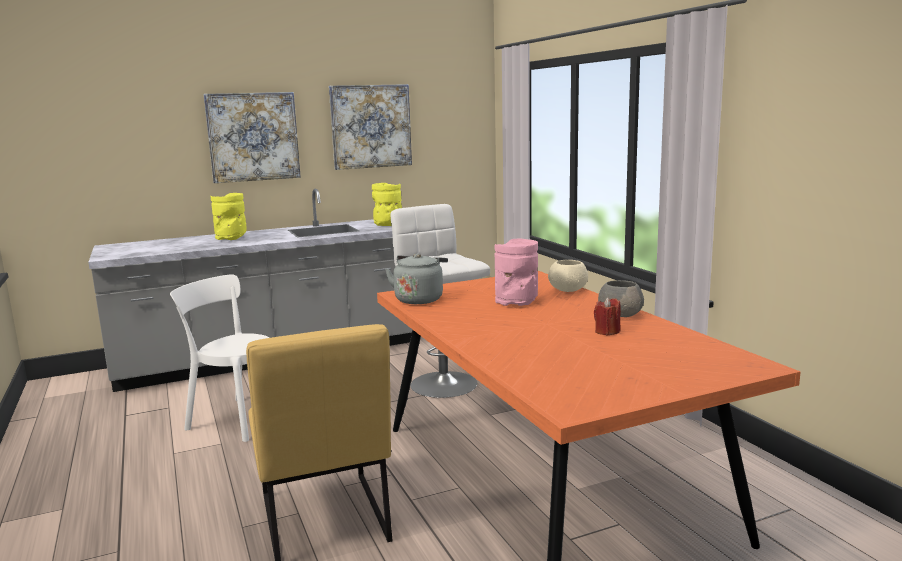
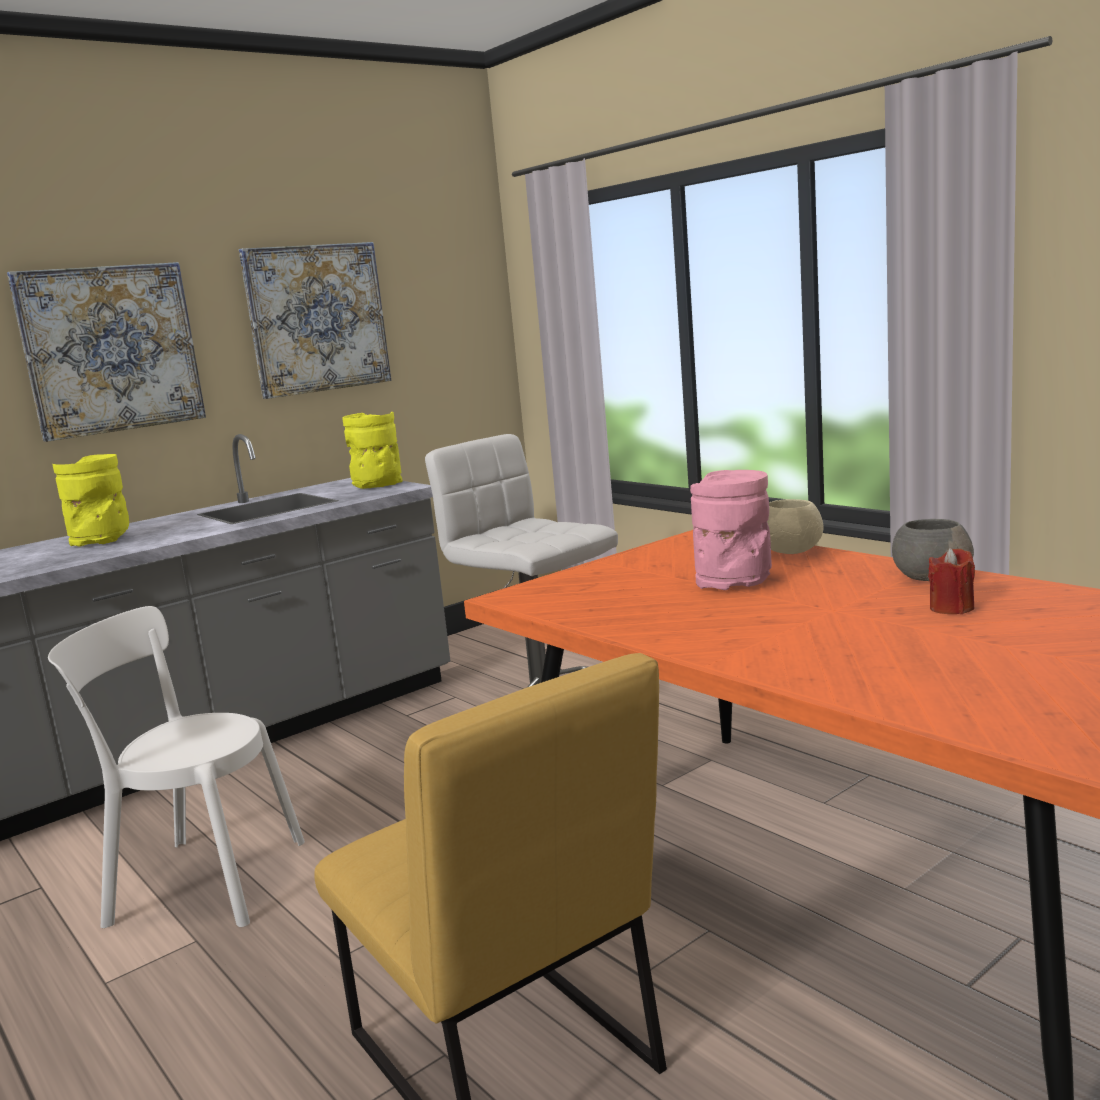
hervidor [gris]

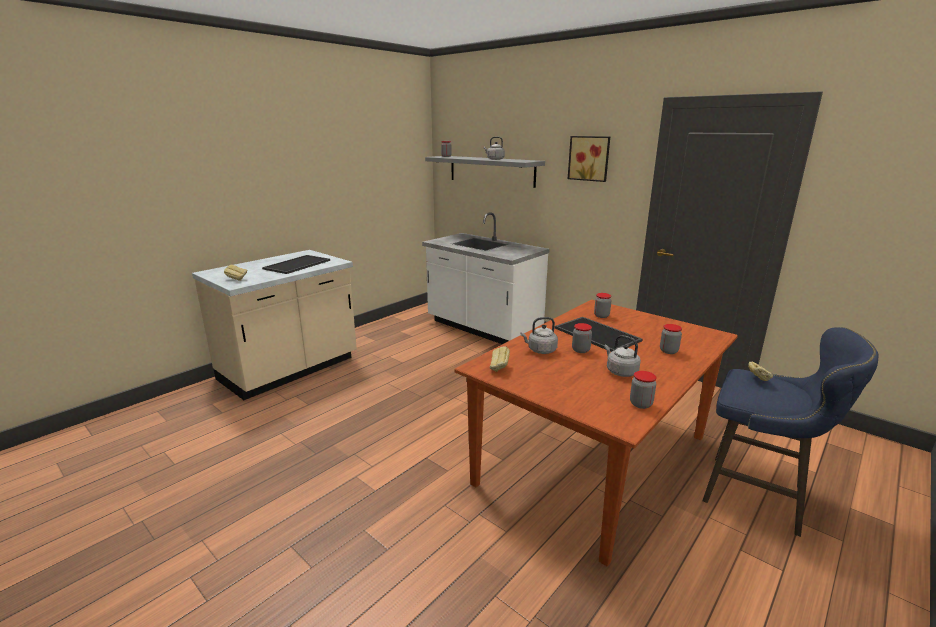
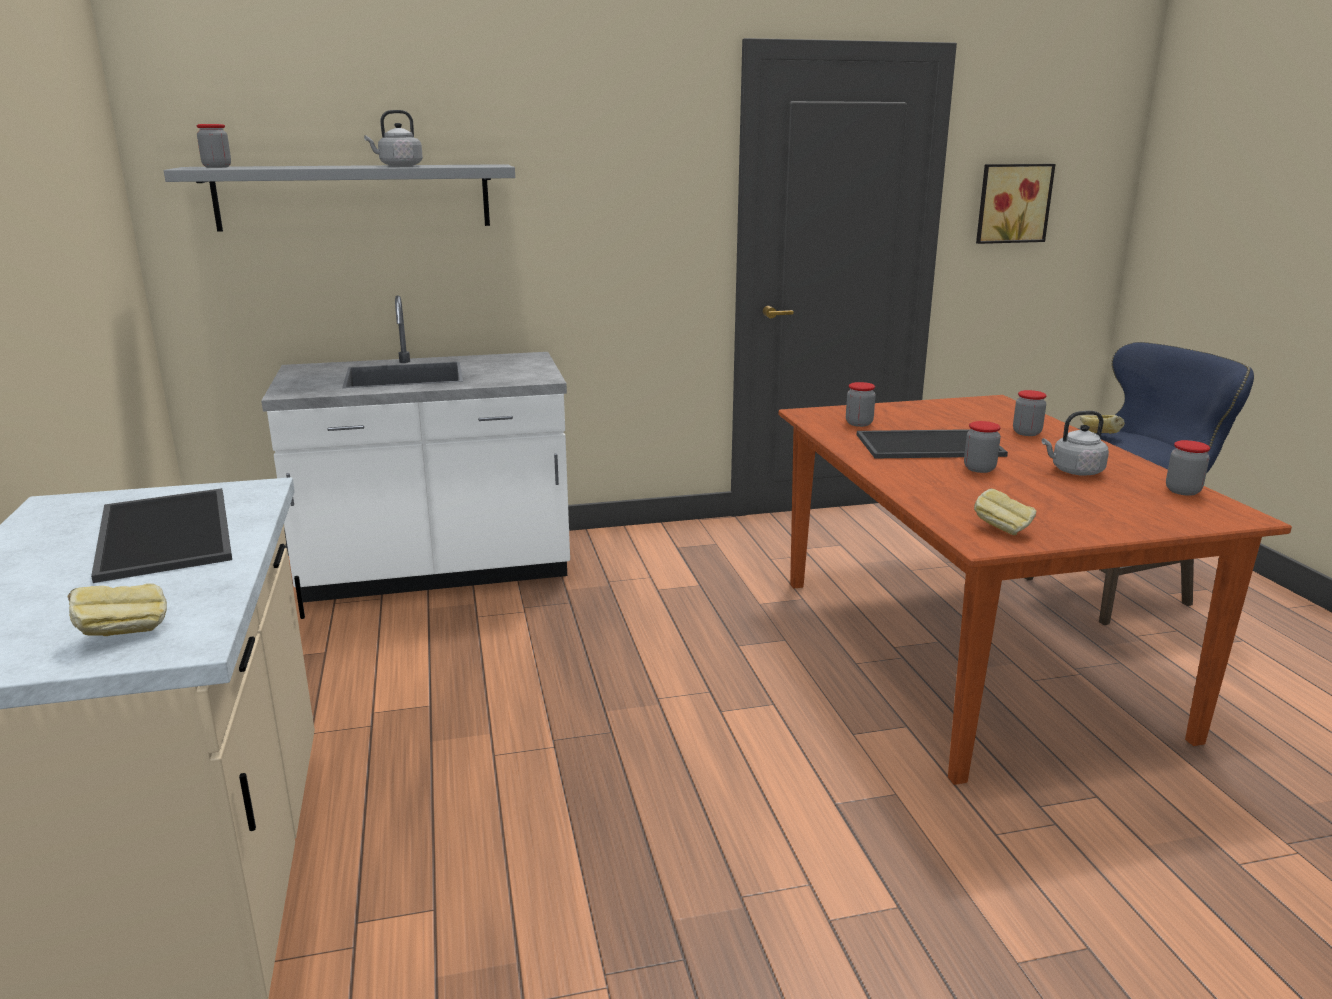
hervidor [gris] (2nd from left in the first image); cuadro

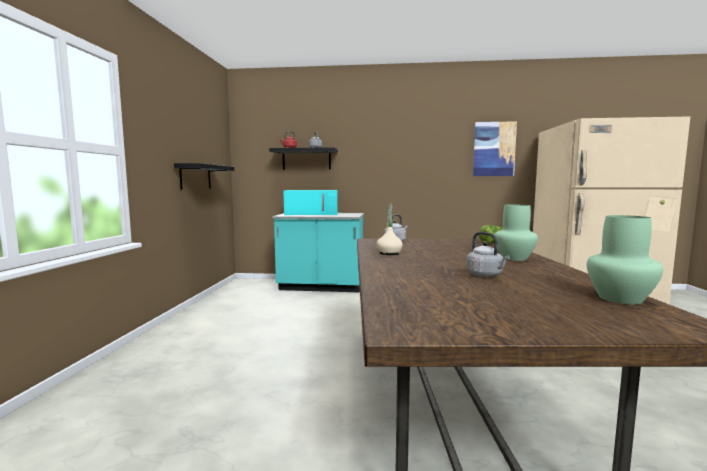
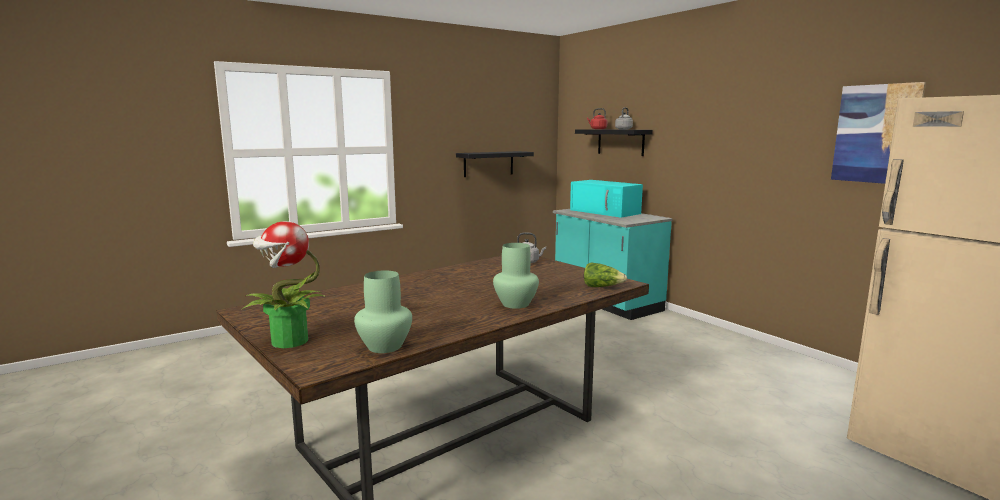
botella [beis]; hervidor [gris] (3rd from left in the first image); planta en maceta

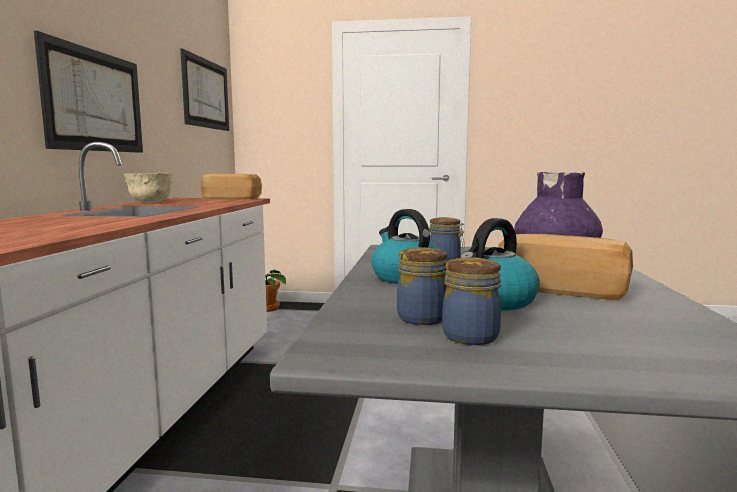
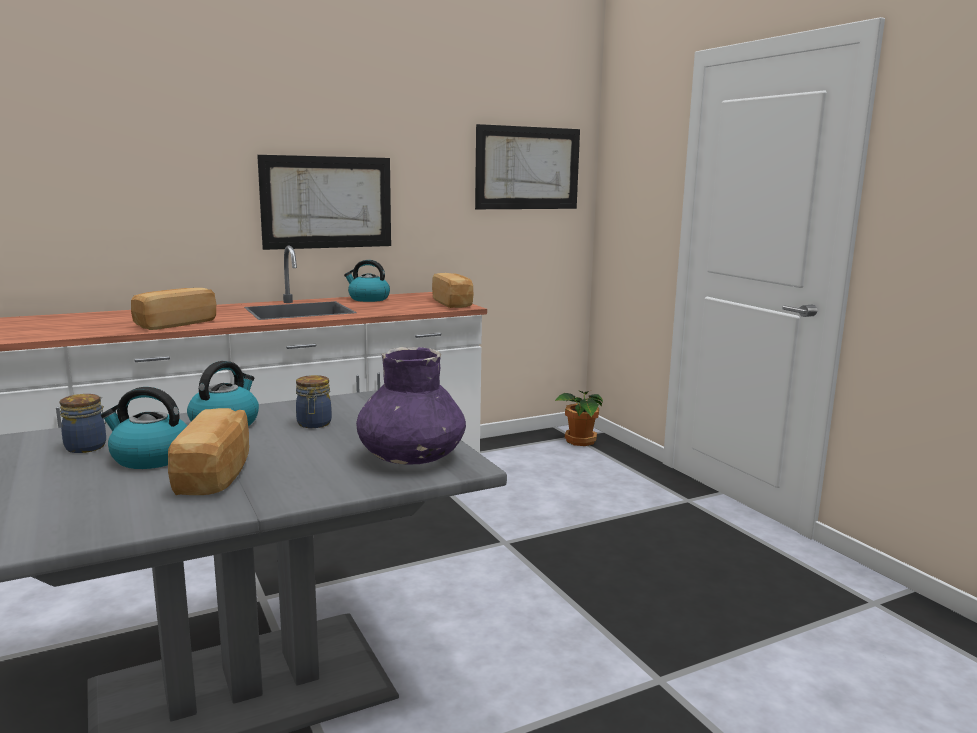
tarro (3rd from left in the first image); pan (1st from left); hervidor (3rd from left)

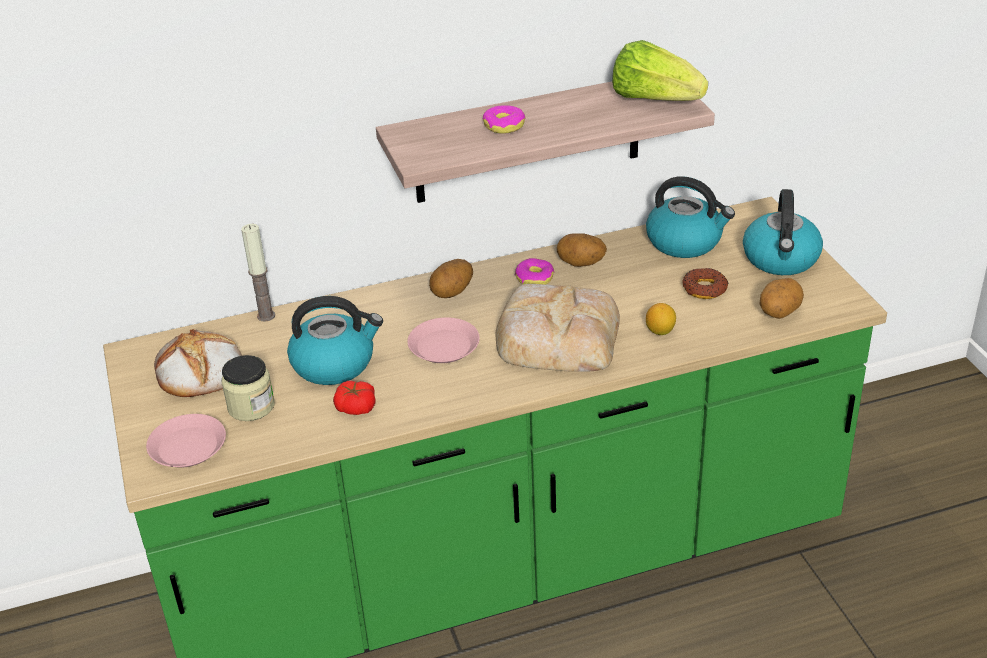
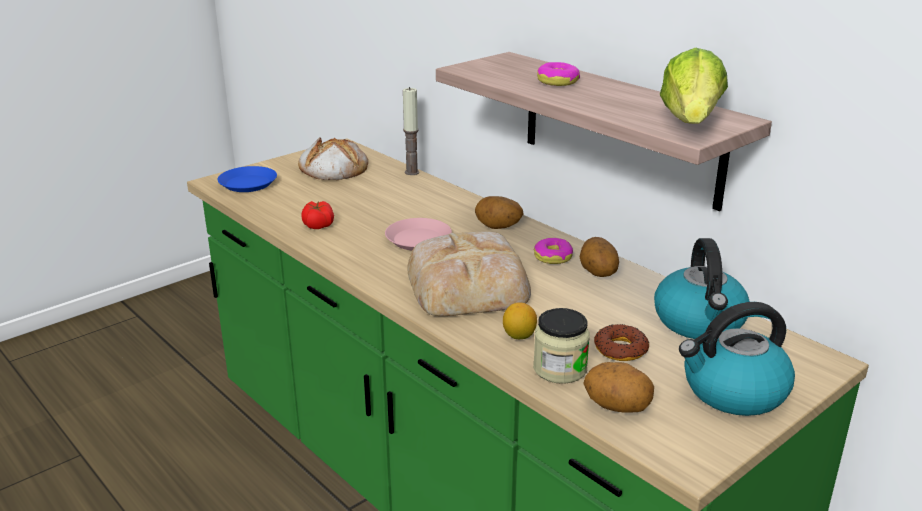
hervidor (1st from left in the first image); tarro; plato [azul]

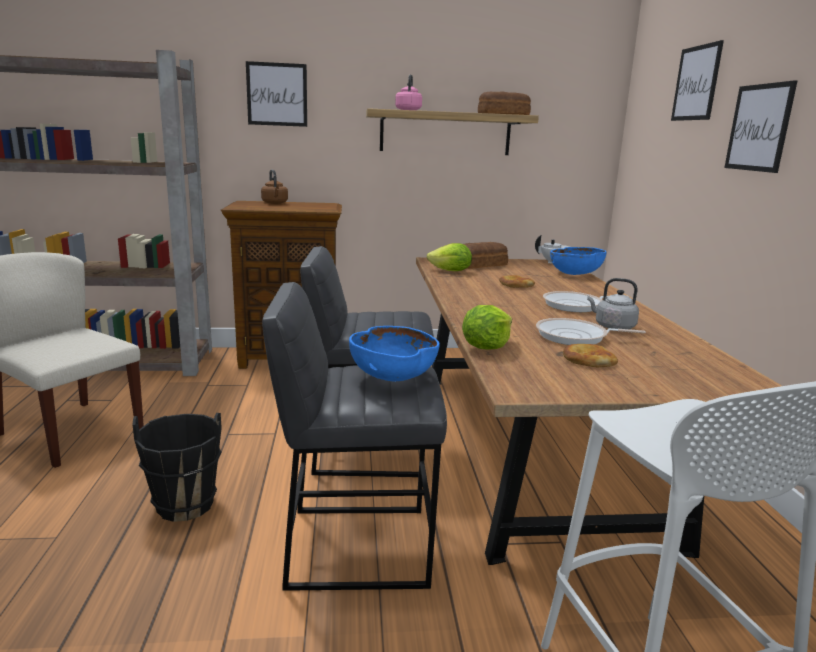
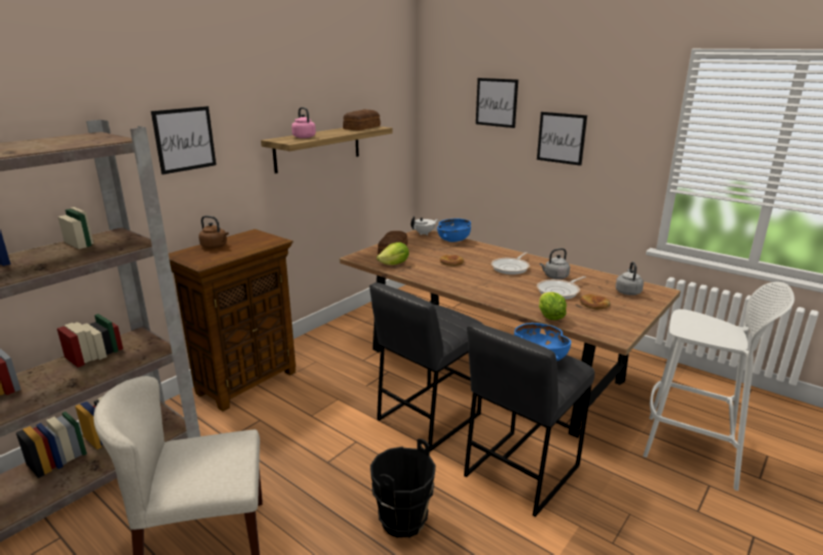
hervidor [gris] (2nd from left)

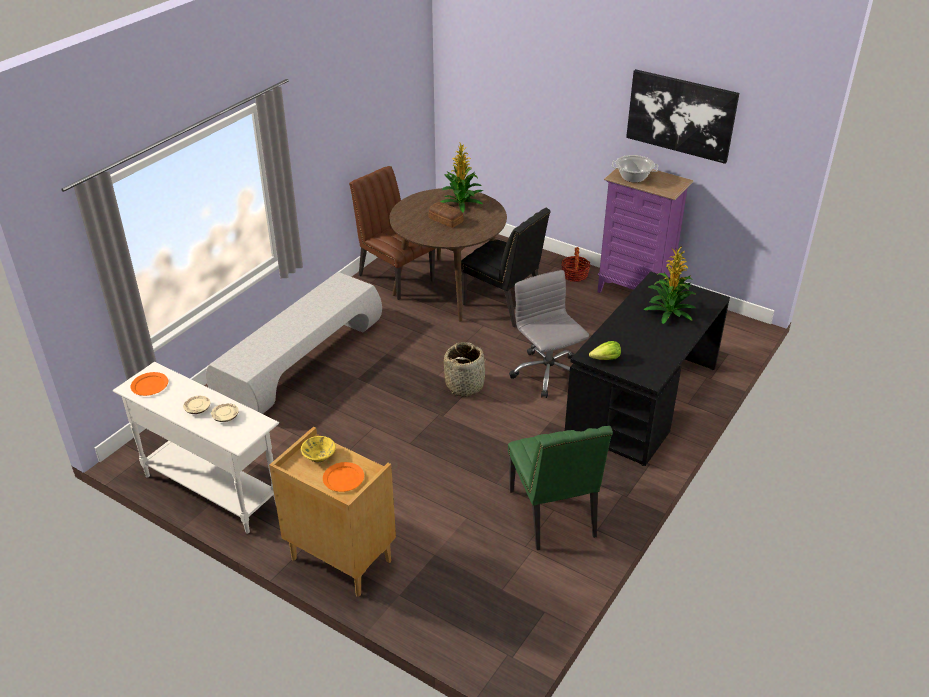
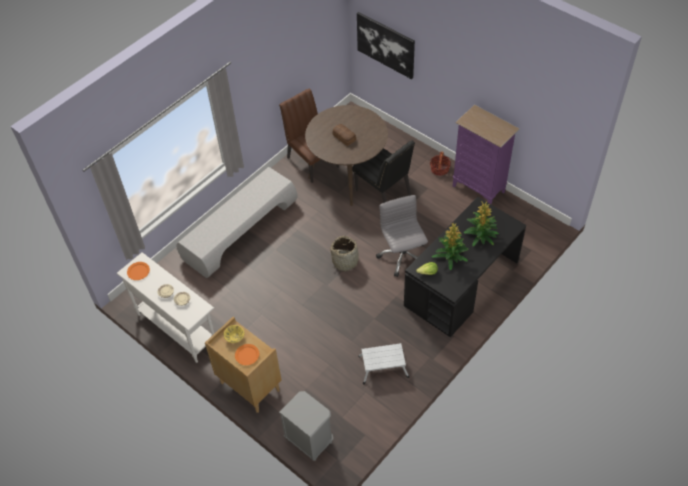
olla; mesita de noche [gris]; planta en maceta (1st from left); cuadro; escalera de tijera [blanco]

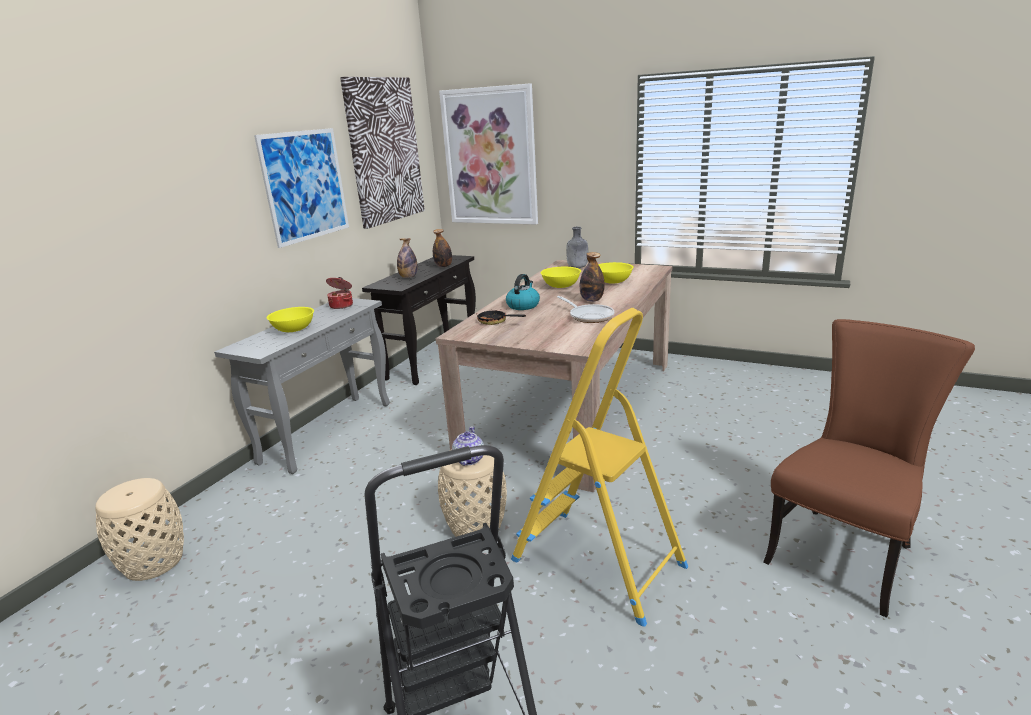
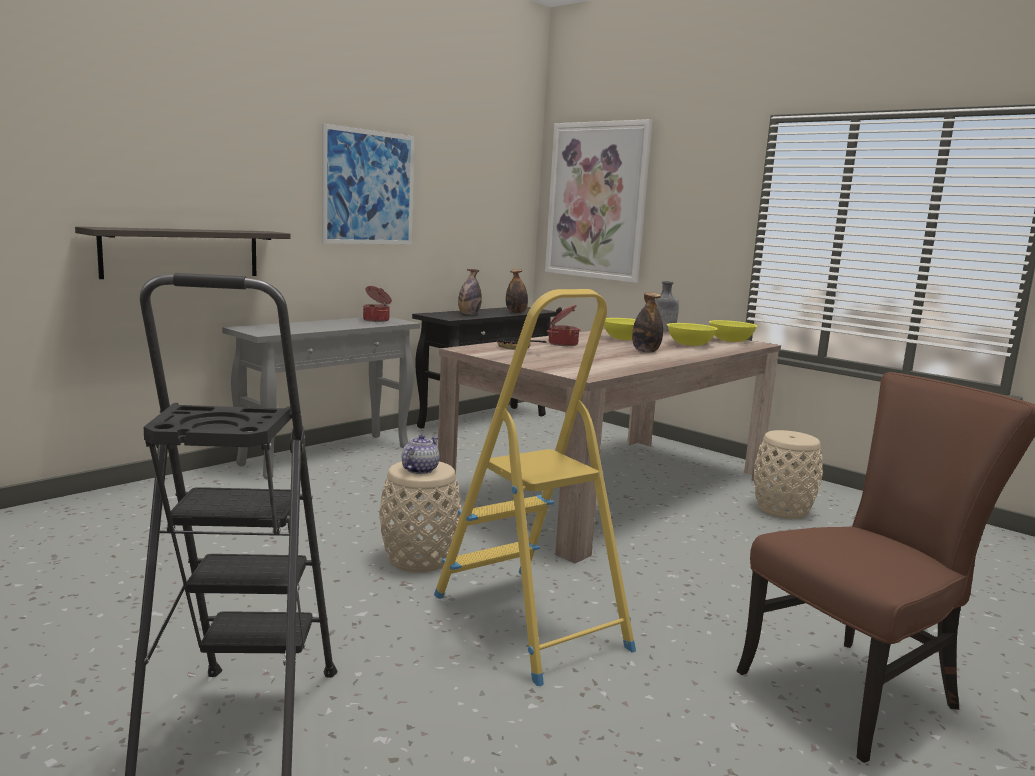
cuadro (2nd from left in the first image); sartén (2nd from left in the first image); estante; taburete [beis] (2nd from left); cuenco [amarillo] (3rd from left); olla (2nd from left)

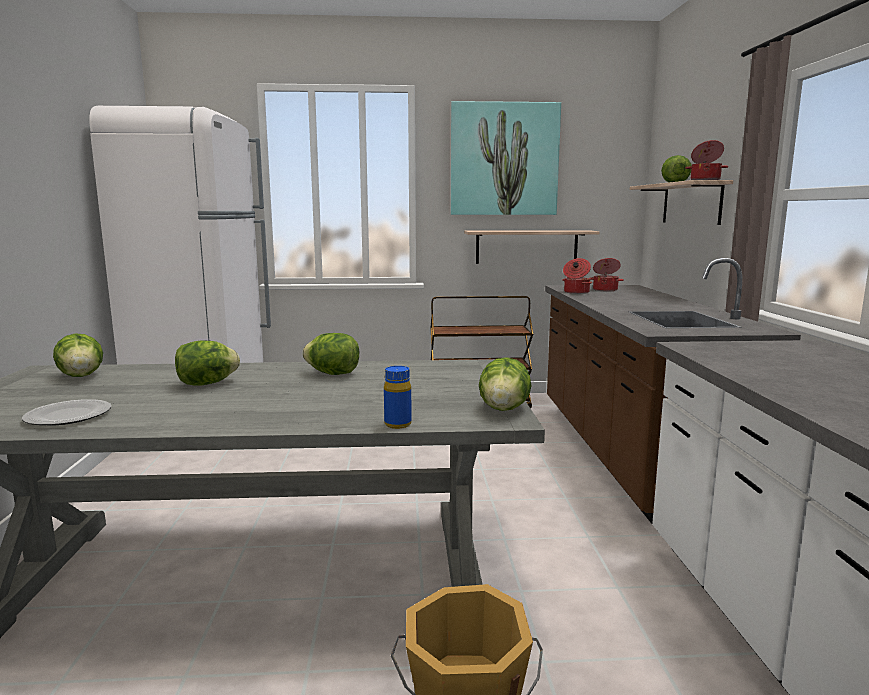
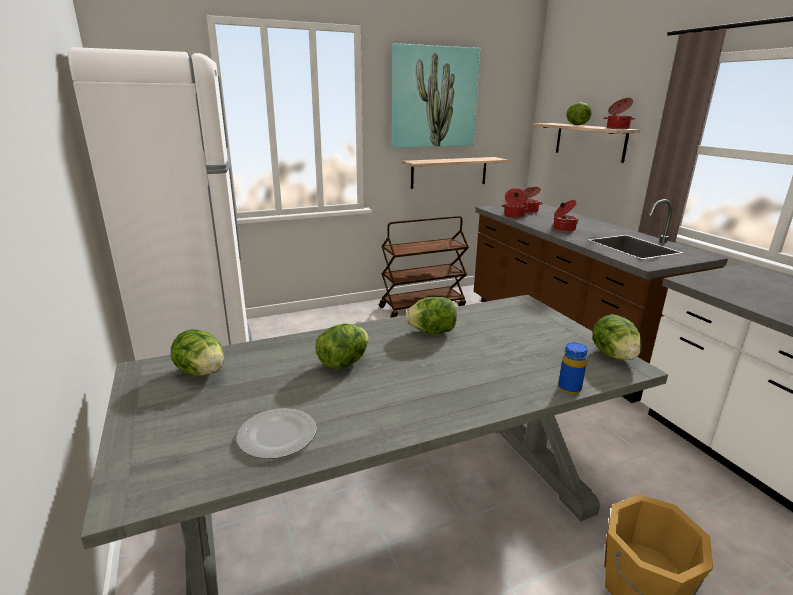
olla (3rd from left)

